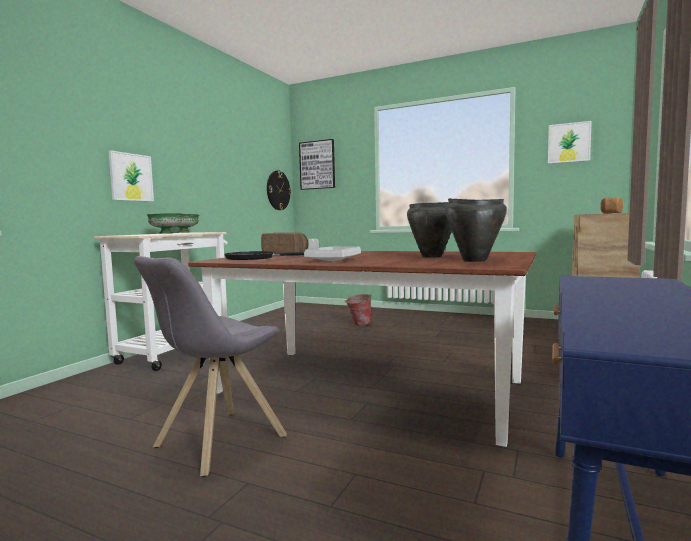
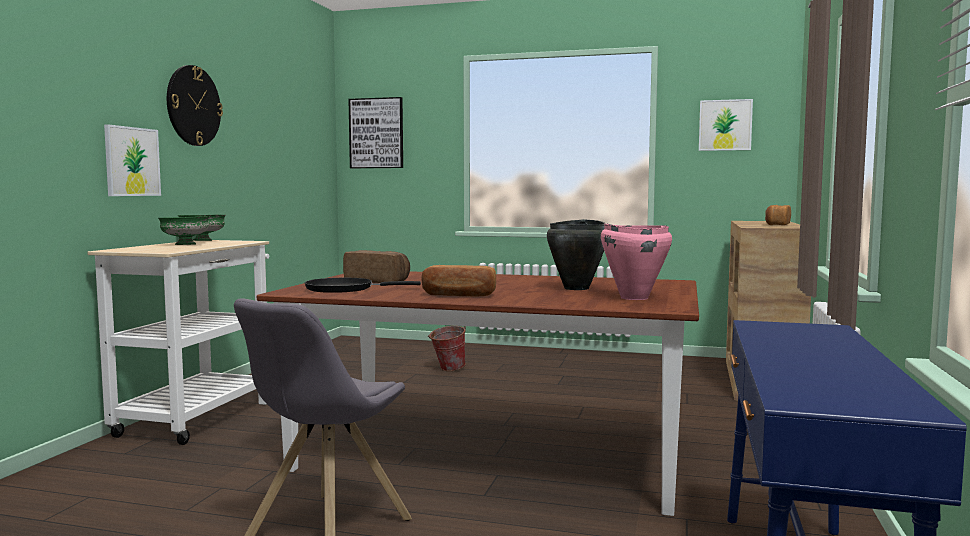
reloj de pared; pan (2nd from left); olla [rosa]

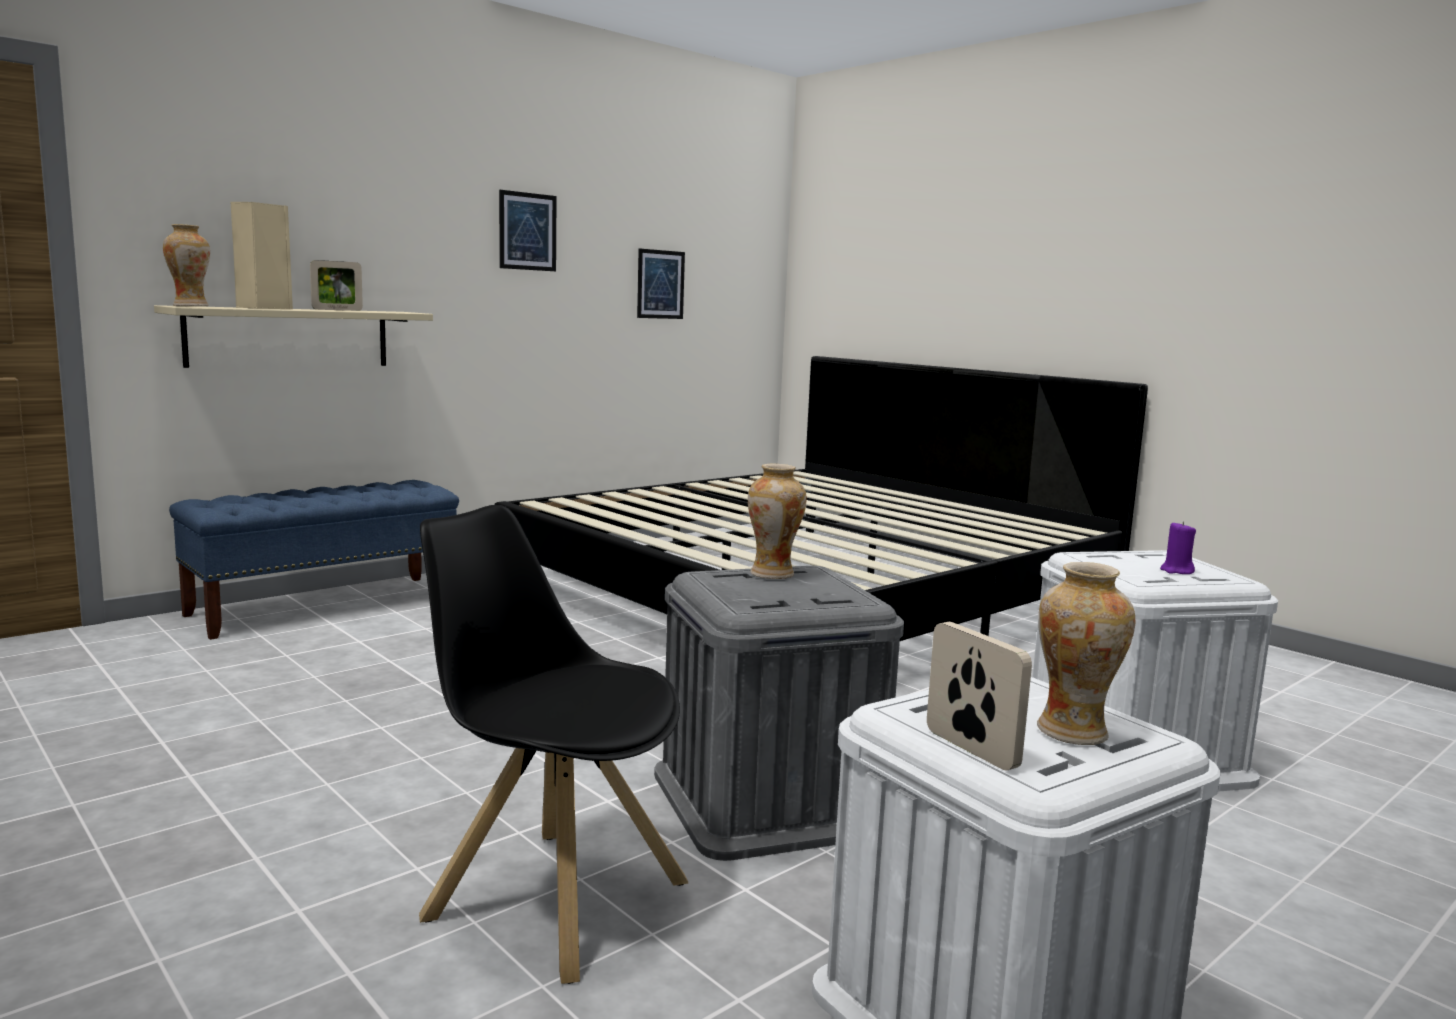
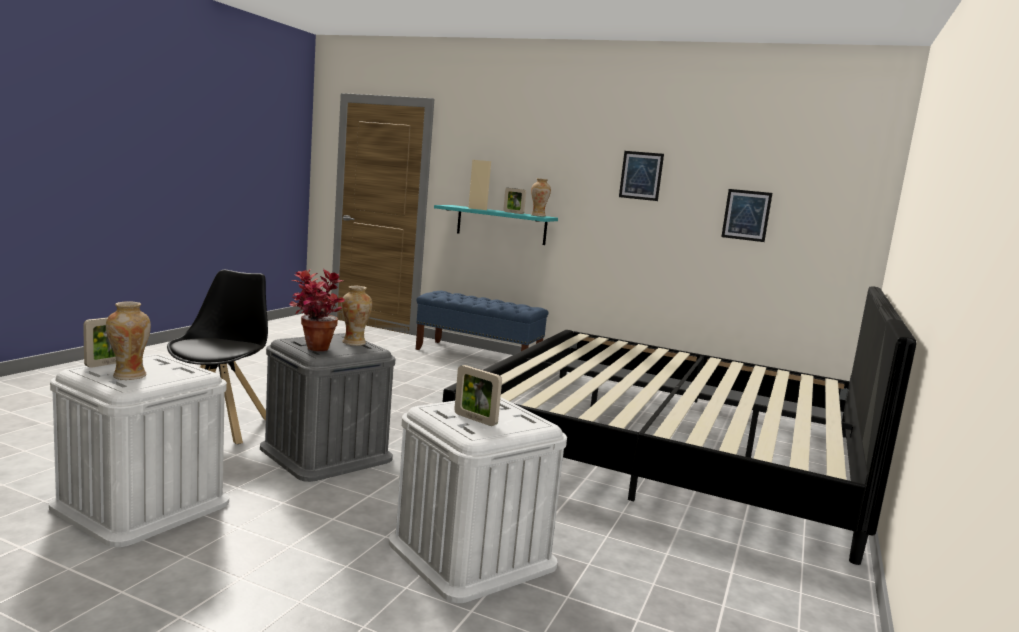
planta en maceta; florero (3rd from left); portarretratos (2nd from left); estante [turquesa]

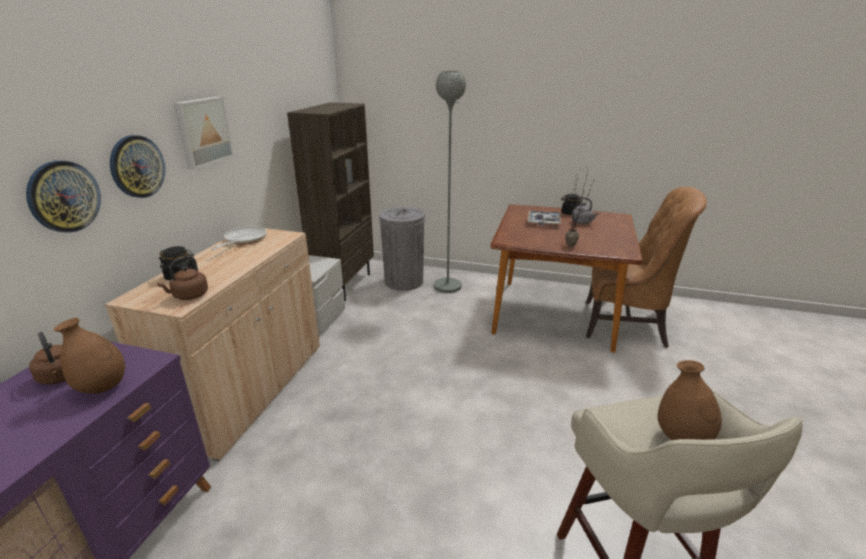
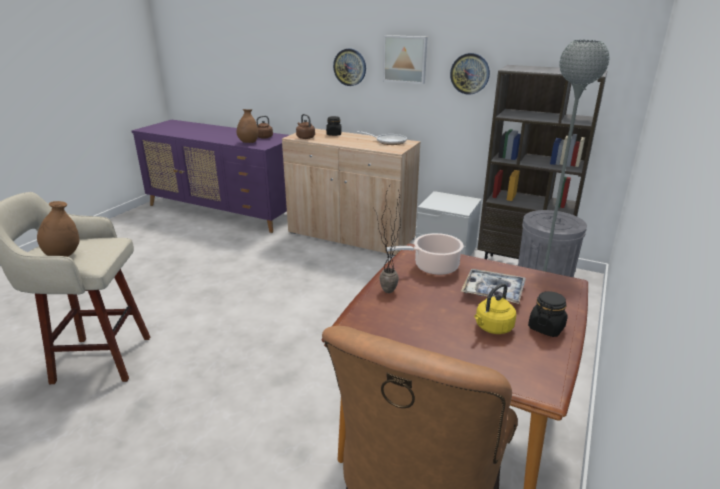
olla; reloj de pared (2nd from left); hervidor [amarillo]

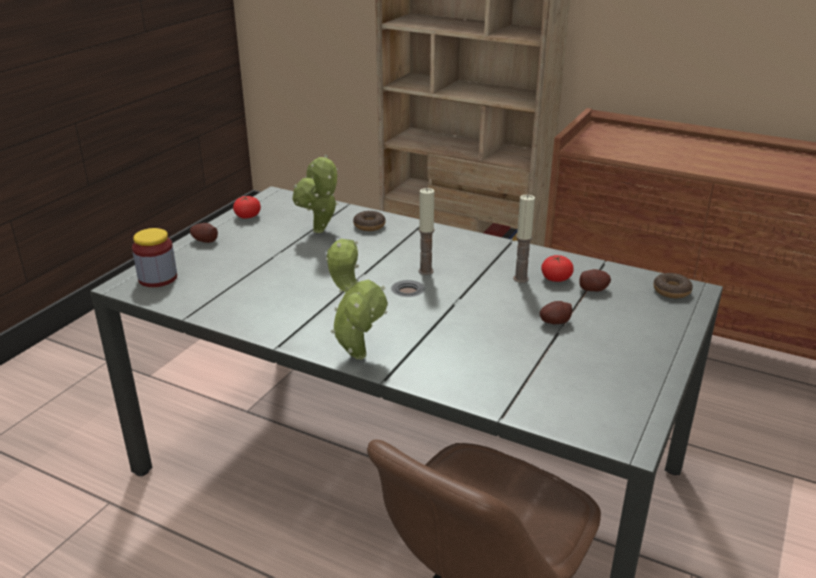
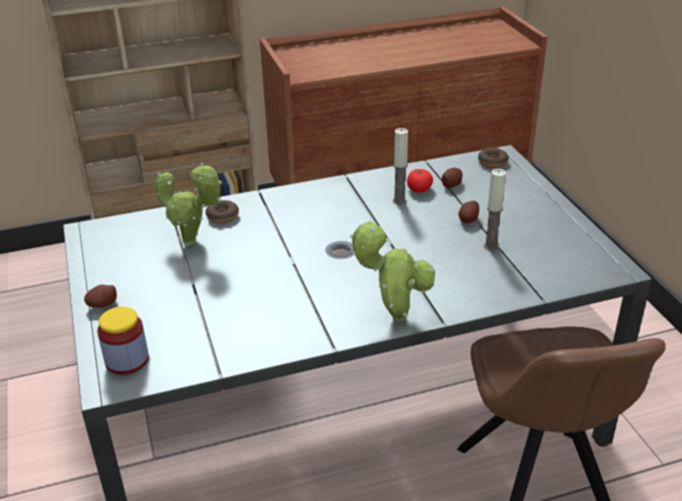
tomate (1st from left in the first image); vela (2nd from left)

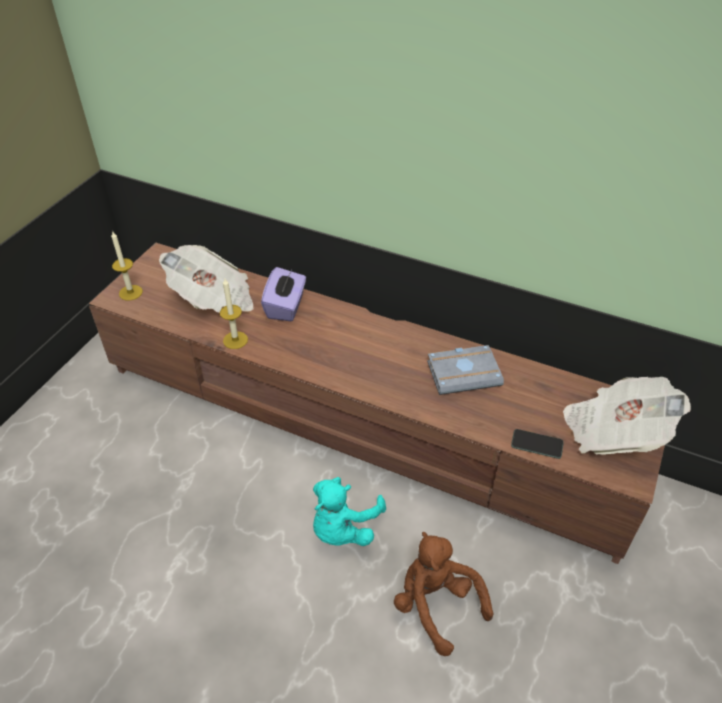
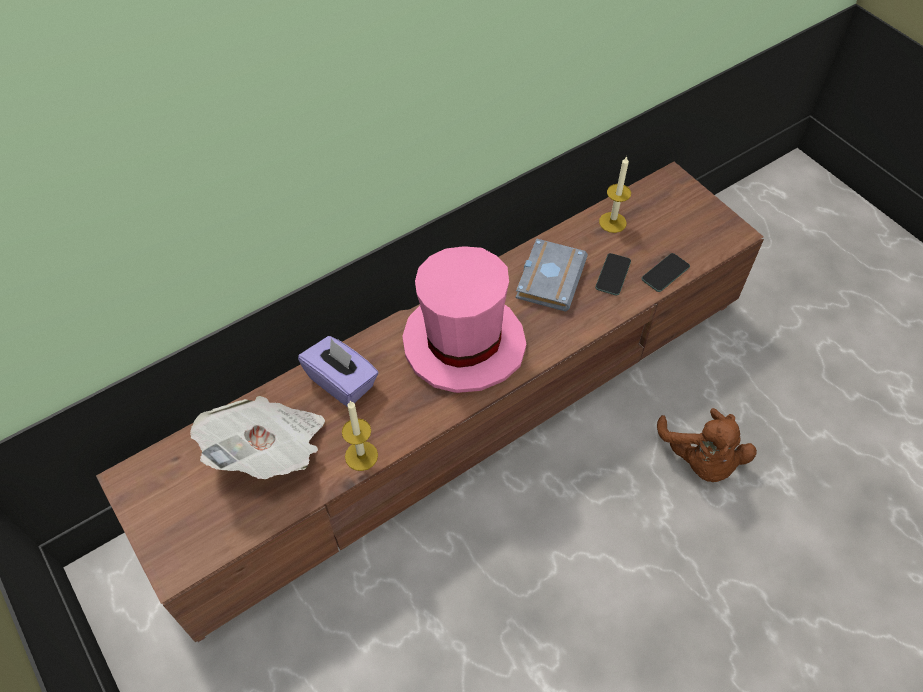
peluche [turquesa]; periódico (2nd from left in the first image); sombrero [rosa]; móvil (1st from left); vela (2nd from left); peluche [marrón]

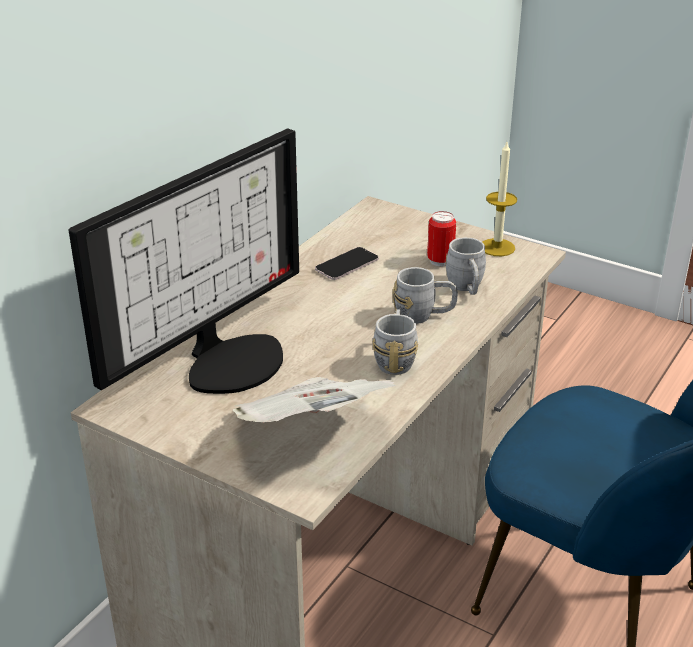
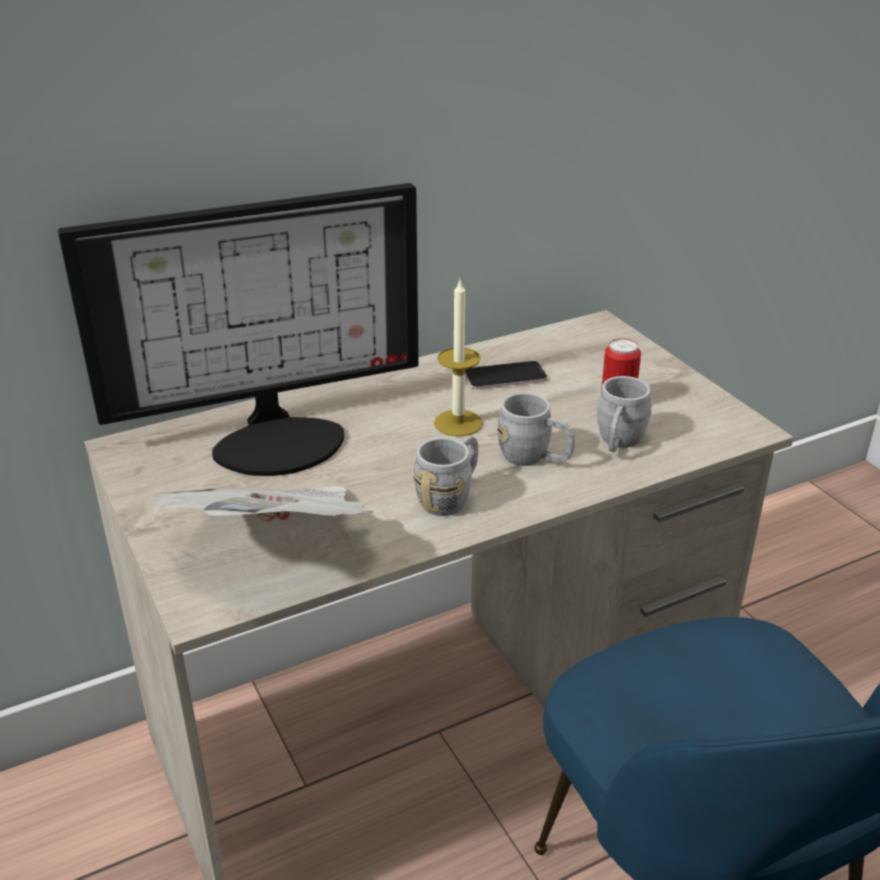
vela

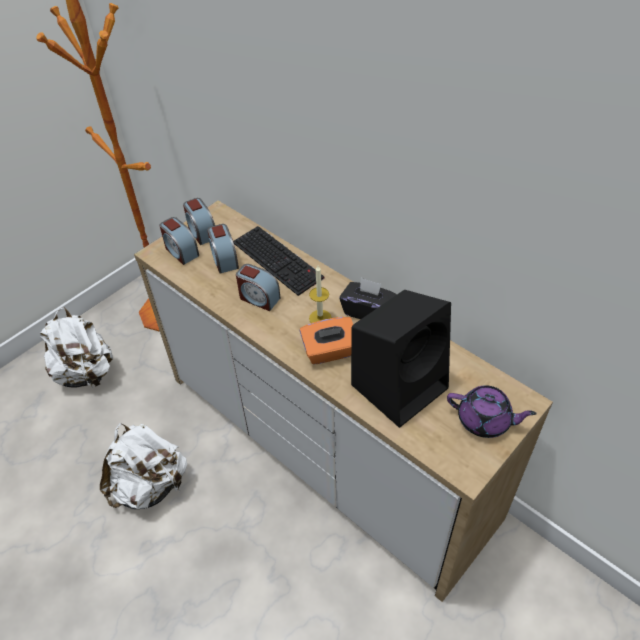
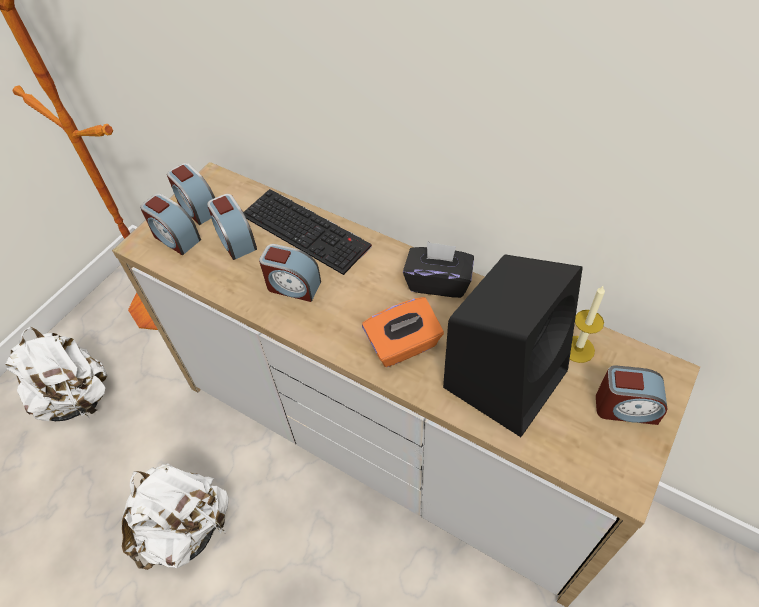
vela; despertador (5th from left)

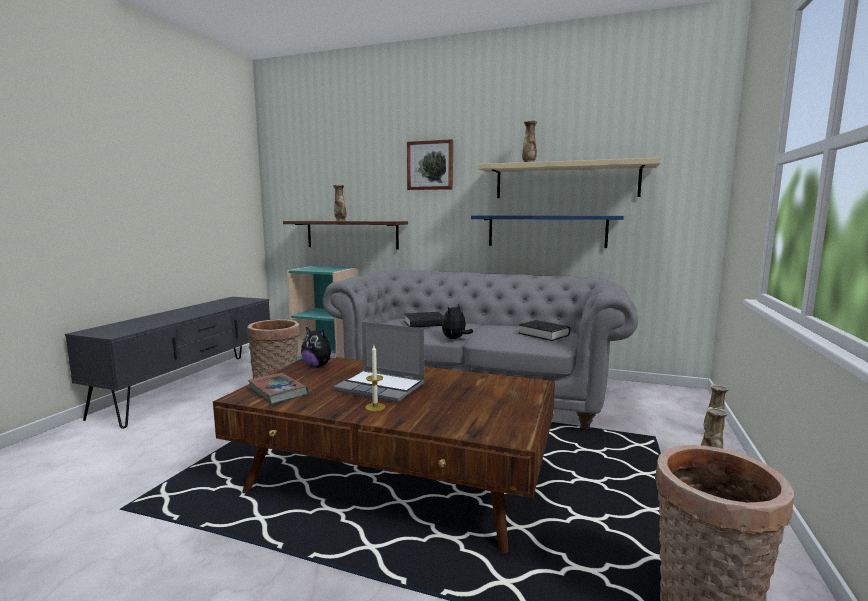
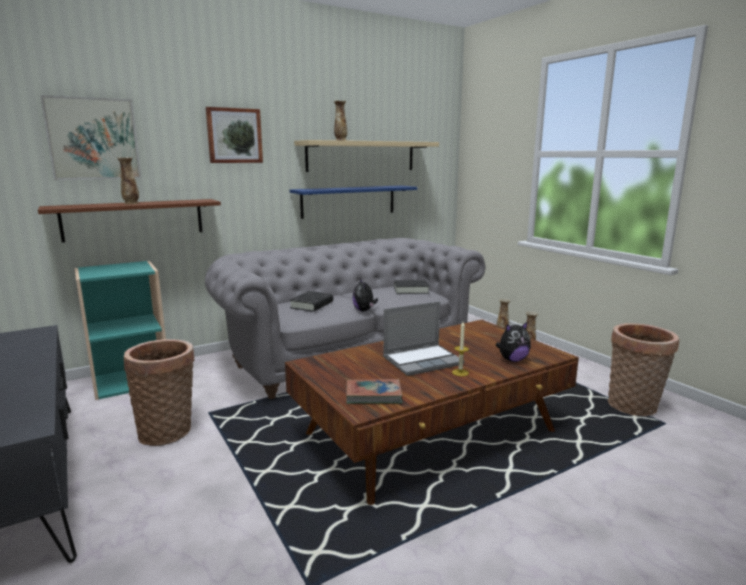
cuadro (1st from left); peluche (2nd from left)

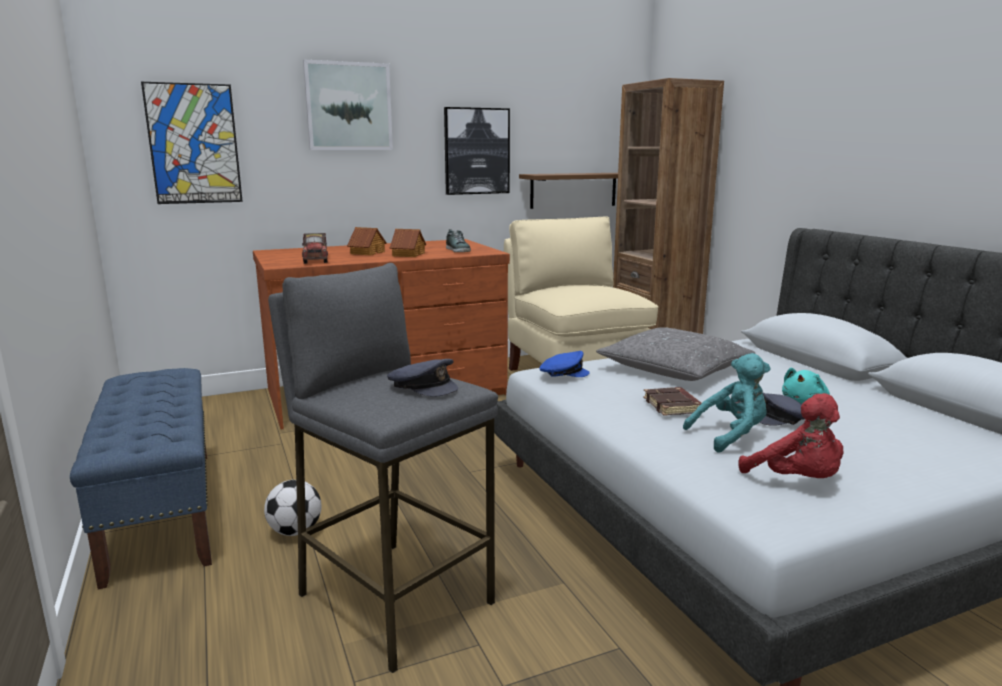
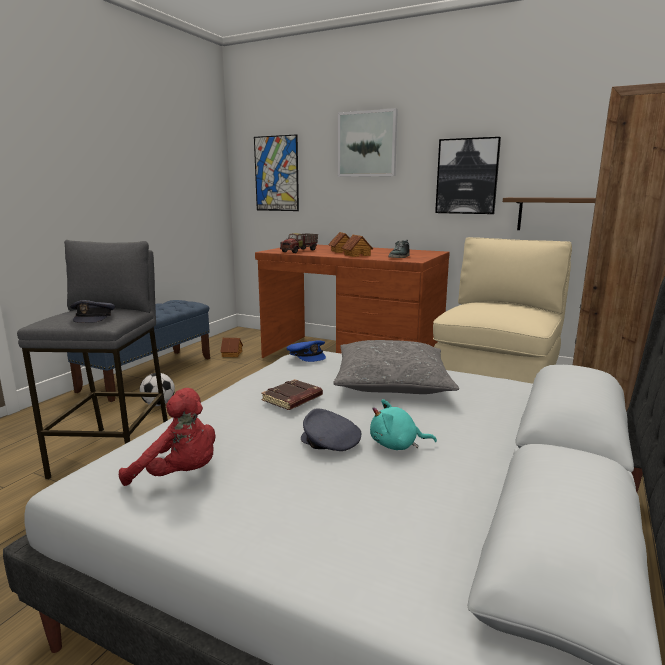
peluche [turquesa] (1st from left in the first image); casita (1st from left); peluche [rojo]

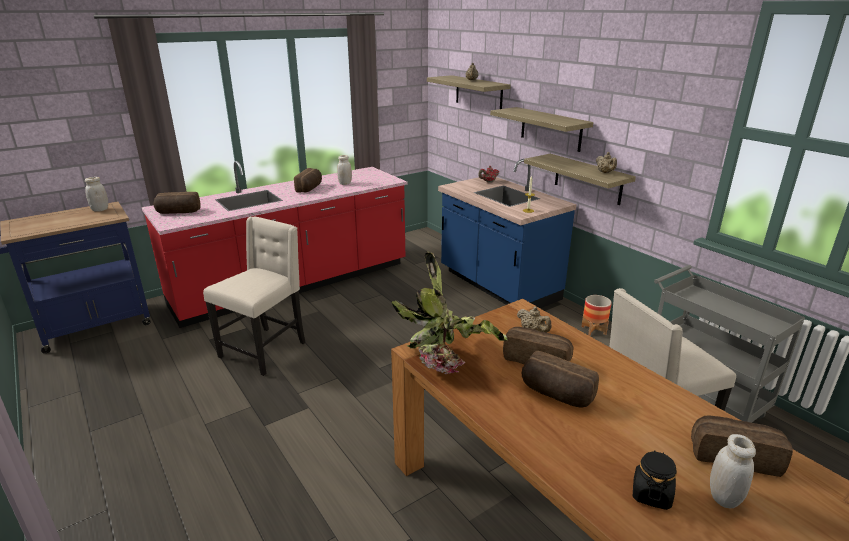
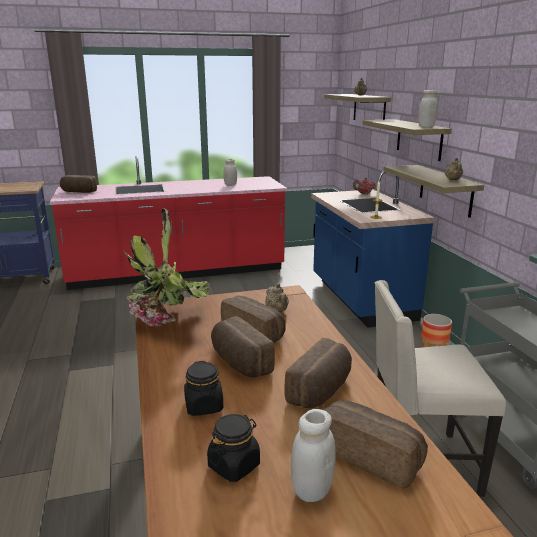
silla [beis] (1st from left in the first image); tarro [negro] (1st from left); tarro [blanco] (3rd from left); pan (4th from left)

